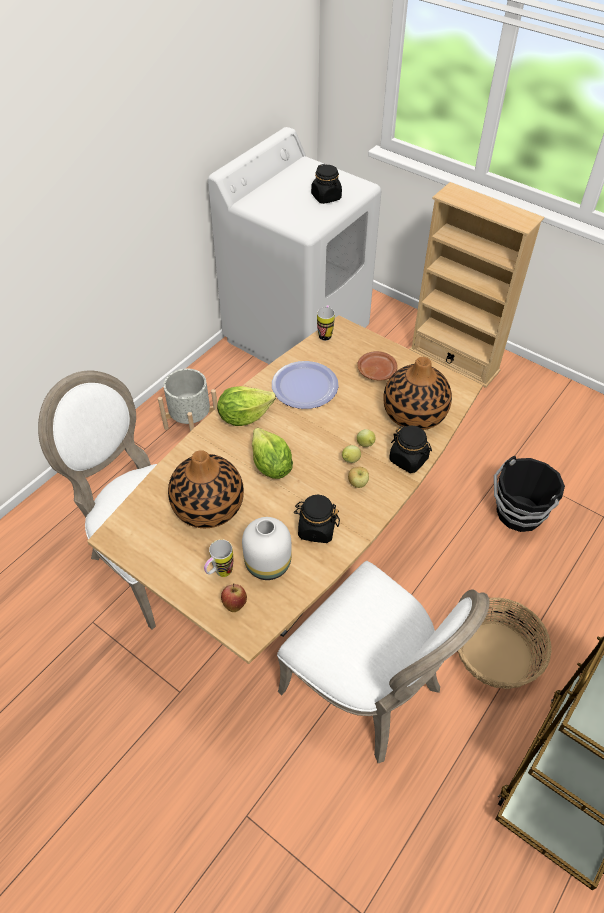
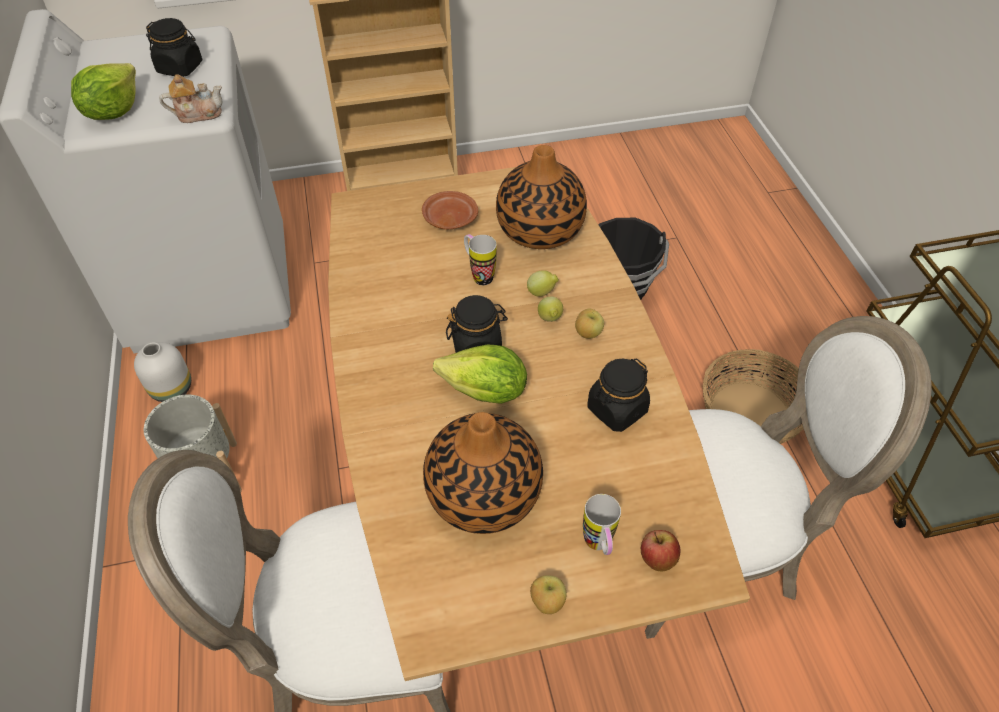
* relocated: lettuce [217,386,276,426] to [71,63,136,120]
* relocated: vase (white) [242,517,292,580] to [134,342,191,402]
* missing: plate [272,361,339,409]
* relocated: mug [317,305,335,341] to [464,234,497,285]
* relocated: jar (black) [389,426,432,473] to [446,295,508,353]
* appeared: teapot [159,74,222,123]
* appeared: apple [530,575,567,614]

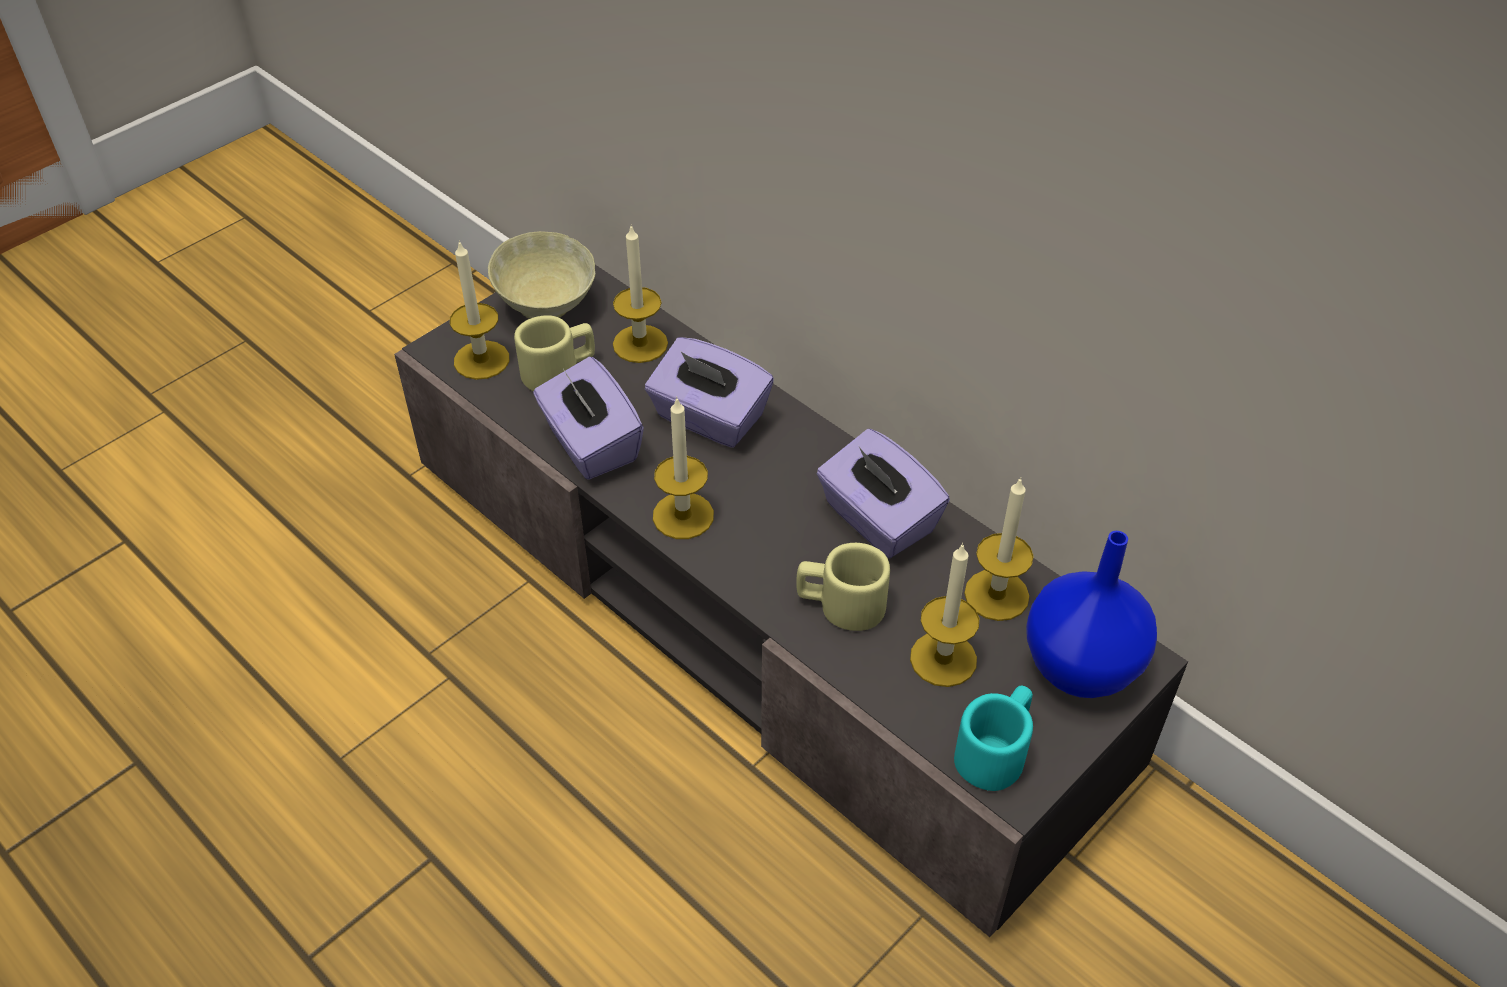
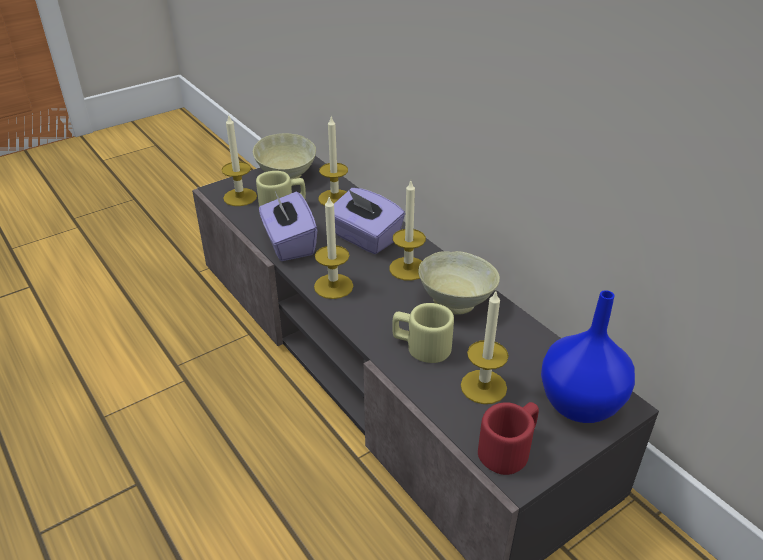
* exchanged: tissue box (purple) [816,429,950,558] to bowl (beige) [418,251,500,315]
* colour: mug (turquoise) [954,686,1033,791] to mug (red) [478,402,539,475]
* relocated: candle [964,477,1034,621] to [389,181,426,281]

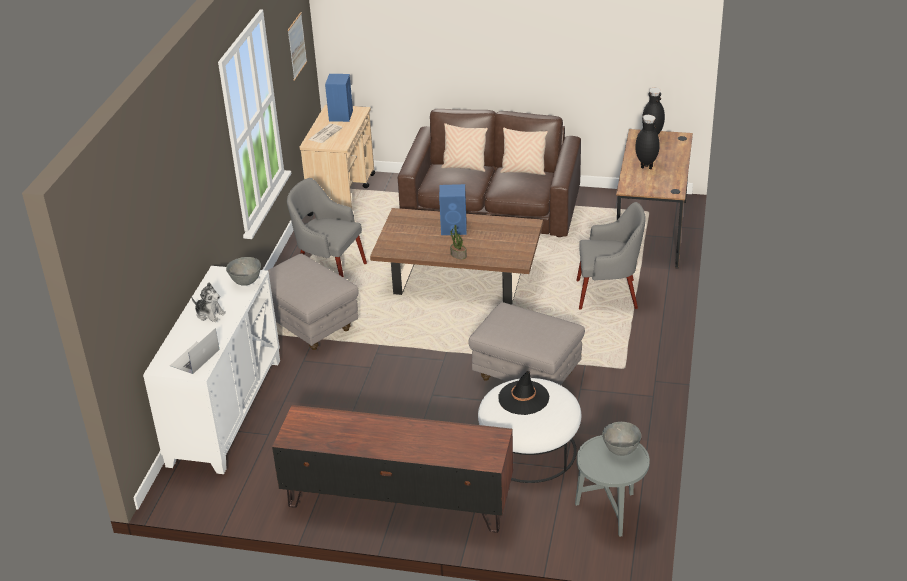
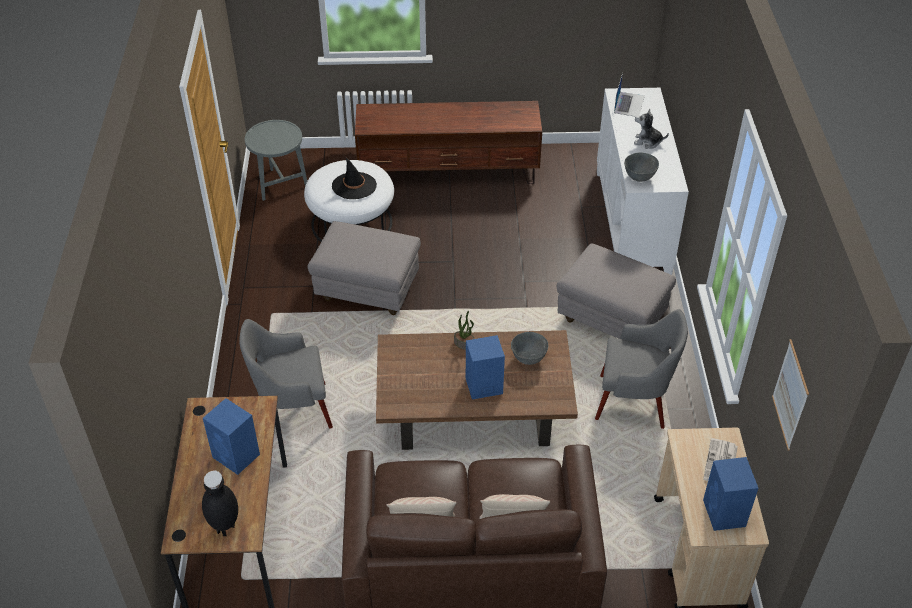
* relocated: bowl (grey) [602,422,642,456] to [511,332,548,365]
* exchanged: vase (black) [635,115,660,170] to speaker (blue) [203,398,260,475]

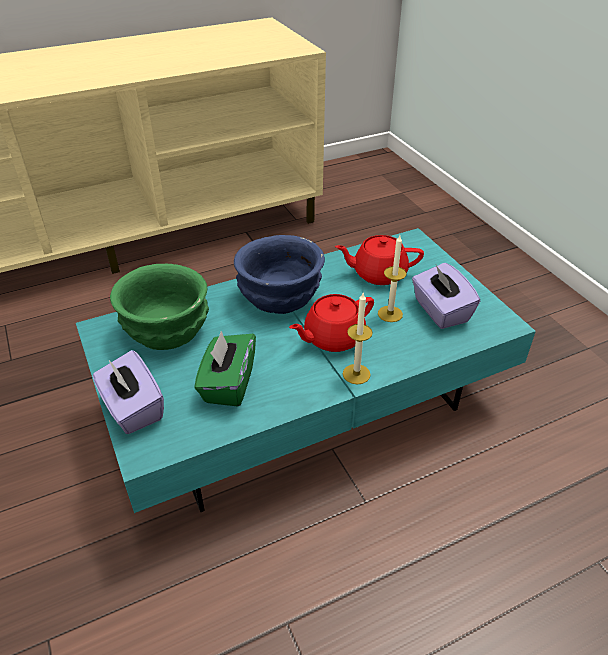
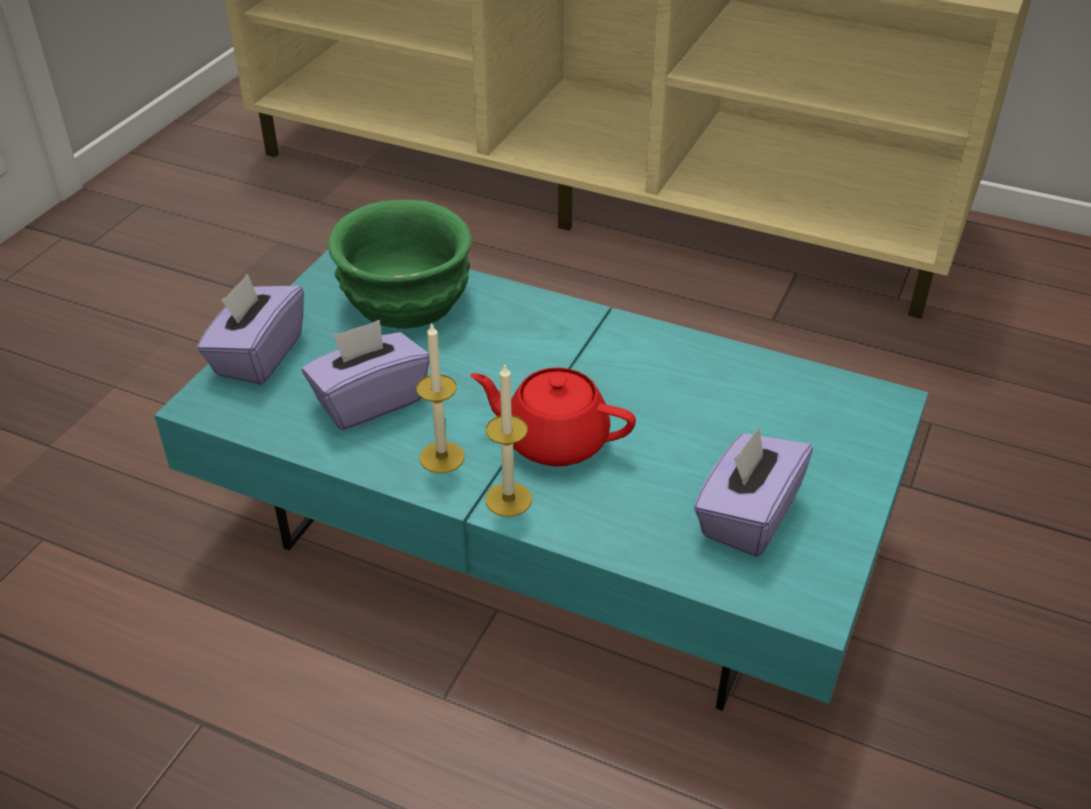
* colour: tissue box (green) [195,331,256,407] to tissue box (purple) [302,320,429,430]
* missing: bowl (blue) [234,235,325,314]
* missing: teapot (red) [335,235,424,285]
* relocated: candle [378,235,406,322] to [416,322,465,473]

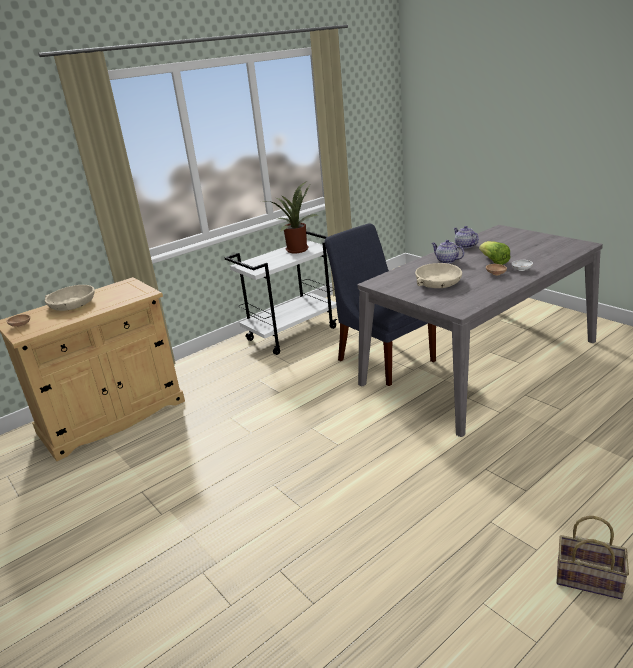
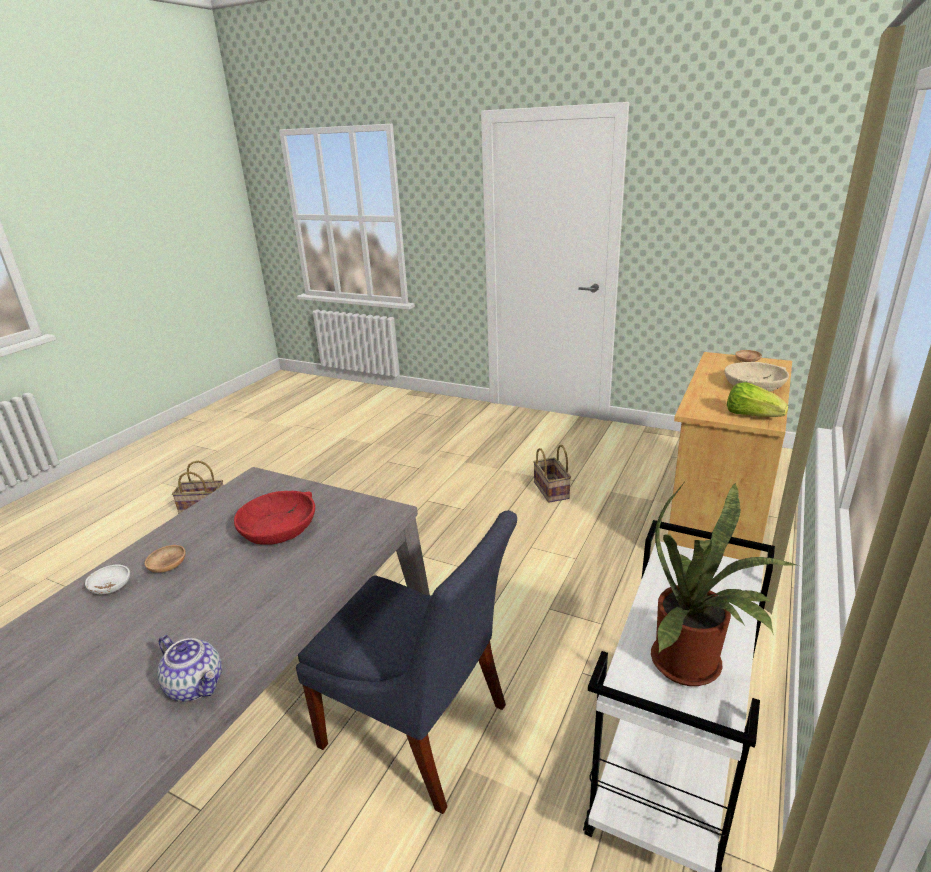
* colour: bowl (beige) [415,263,462,288] to bowl (red) [234,490,315,545]
* missing: teapot [431,240,464,264]
* relocated: lettuce [479,241,510,265] to [727,382,788,417]
* appeared: basket [533,445,571,503]

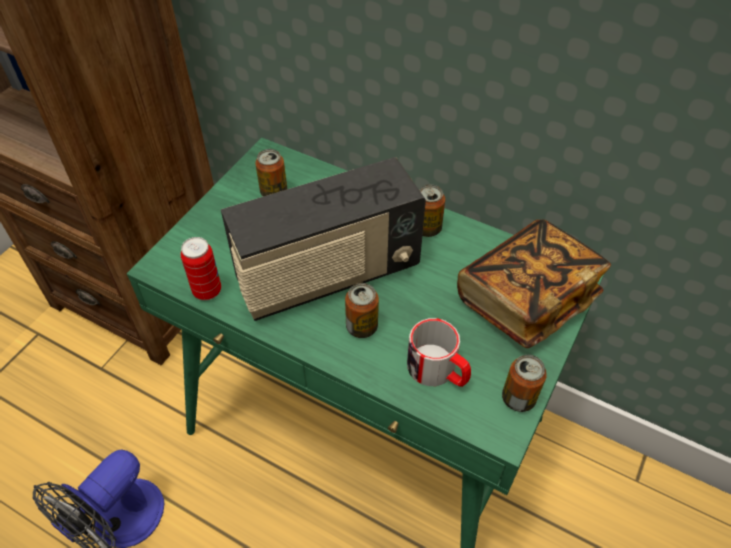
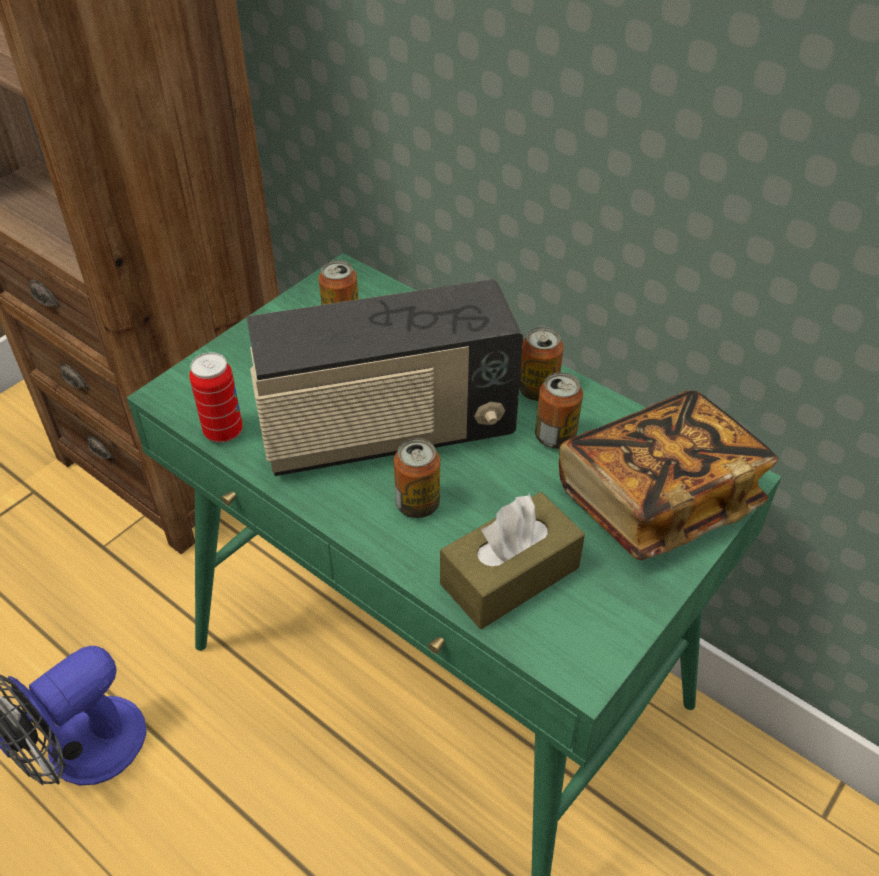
* exchanged: mug [407,318,471,387] to tissue box (brown) [440,492,585,629]
* relocated: can [502,355,547,412] to [535,372,583,449]

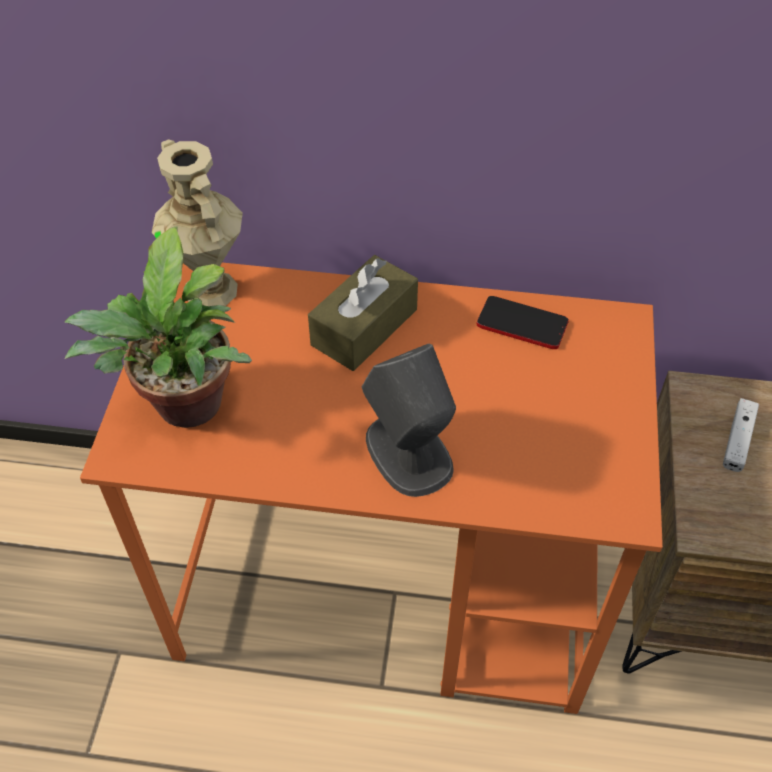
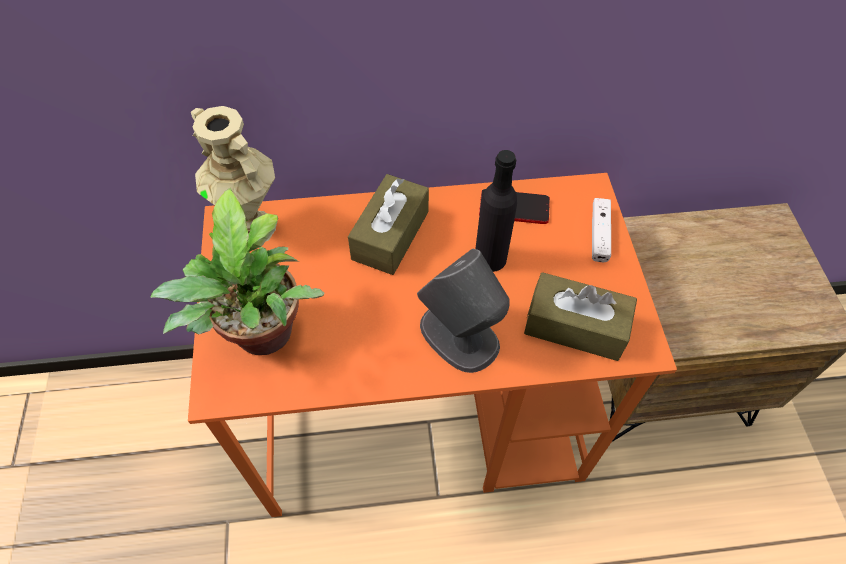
* relocated: game controller (white) [723,398,759,472] to [592,198,611,262]
* appeared: bottle (black) [475,150,517,272]
* appeared: tissue box (brown) [524,272,637,361]

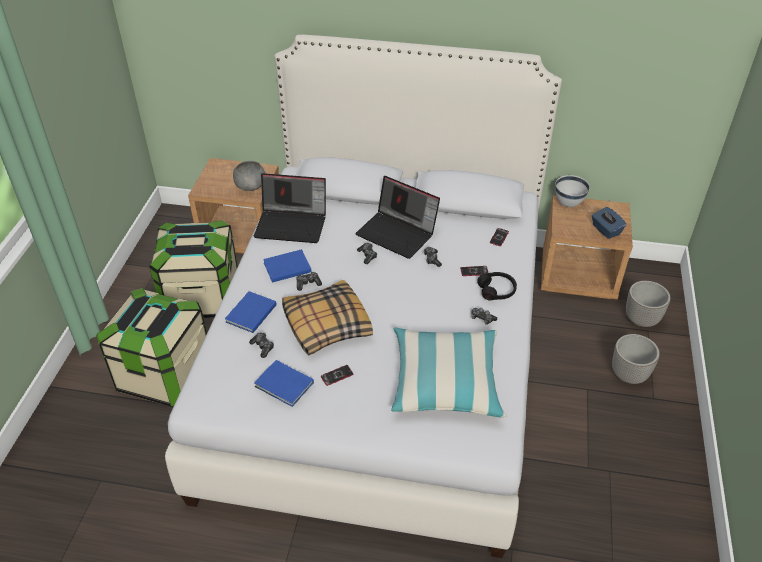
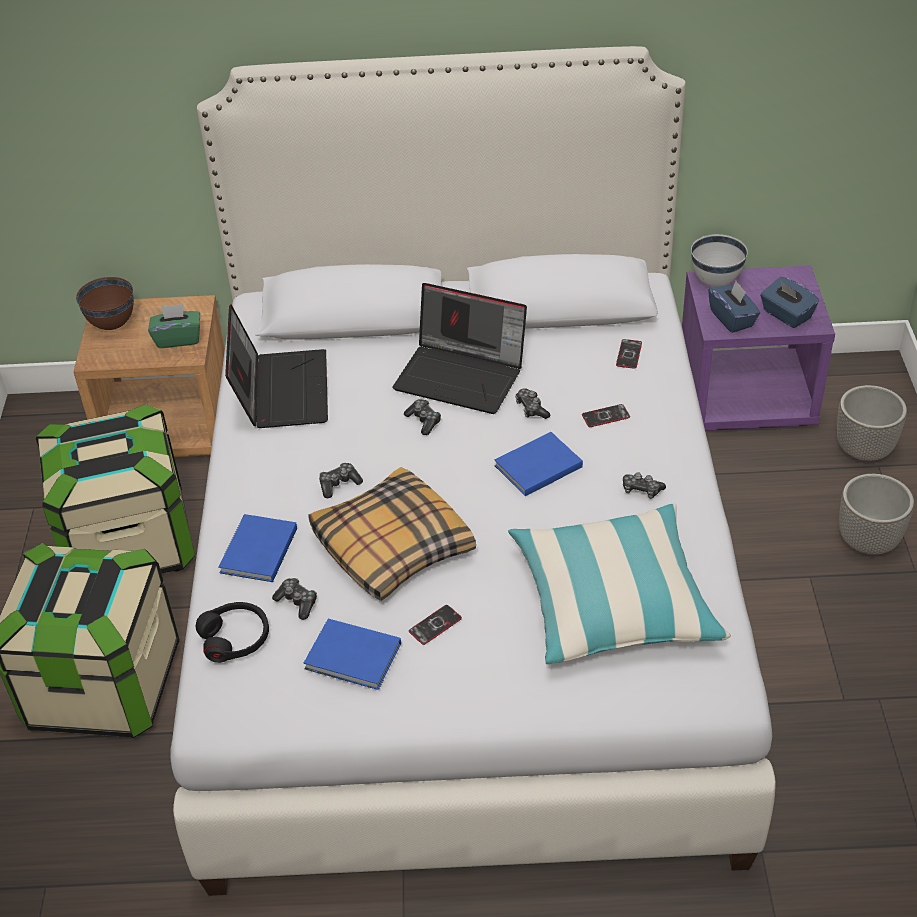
* exchanged: bowl (grey) [233,161,265,191] to tissue box (green) [148,304,200,348]
* spun: laptop [254,173,326,243] = [225,304,328,428] 90 degrees counterclockwise
* relocated: book (blue) [263,249,312,283] to [495,432,583,496]
* relocated: headphones (black) [477,272,517,300] to [196,602,269,663]
* colour: nightstand (brown) [541,195,633,299] to nightstand (purple) [682,266,835,431]
* appeared: bowl (brown) [76,277,134,330]
* appeared: tissue box (blue) [708,281,760,333]

